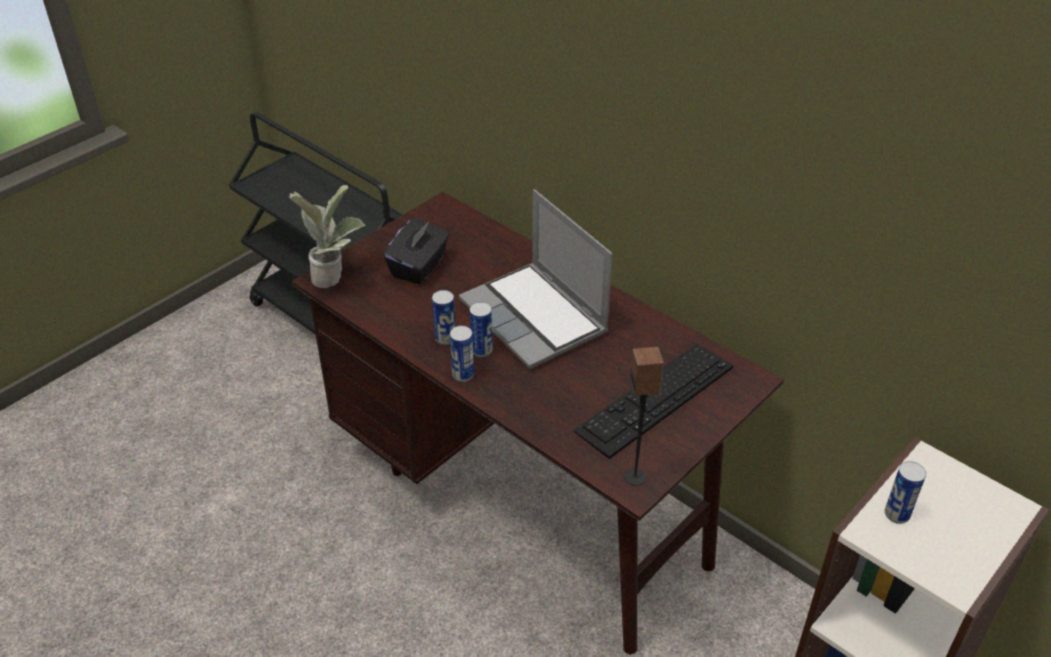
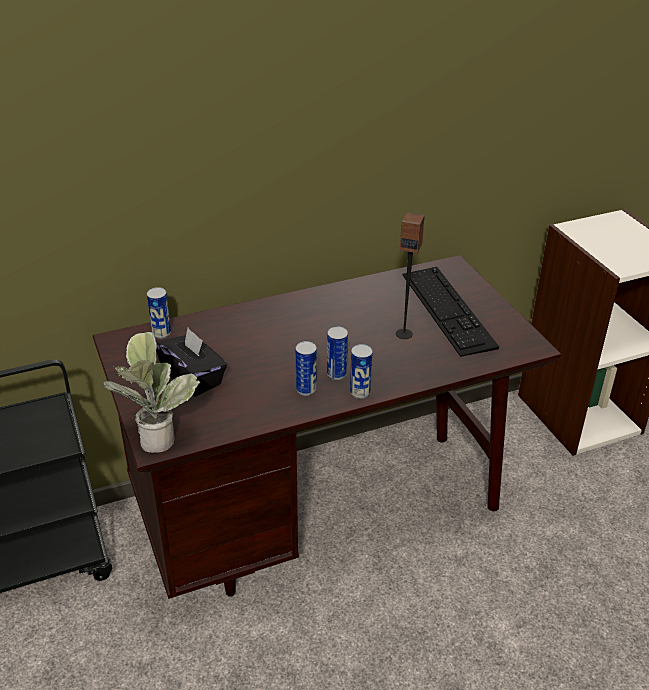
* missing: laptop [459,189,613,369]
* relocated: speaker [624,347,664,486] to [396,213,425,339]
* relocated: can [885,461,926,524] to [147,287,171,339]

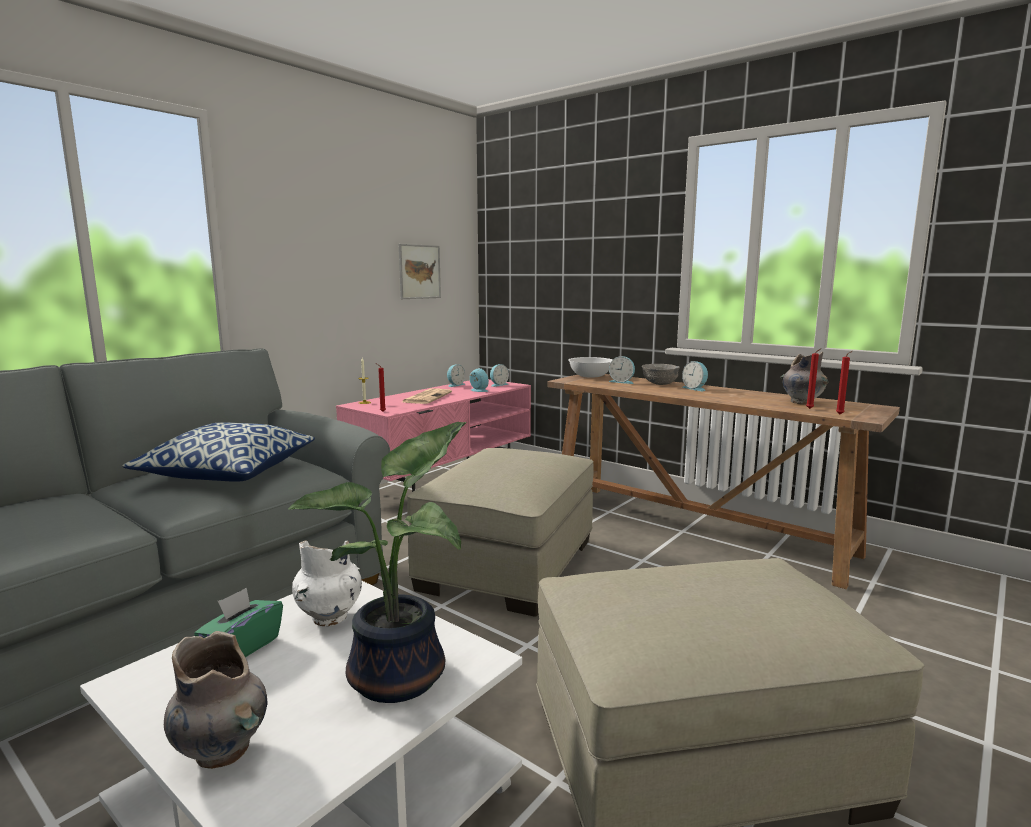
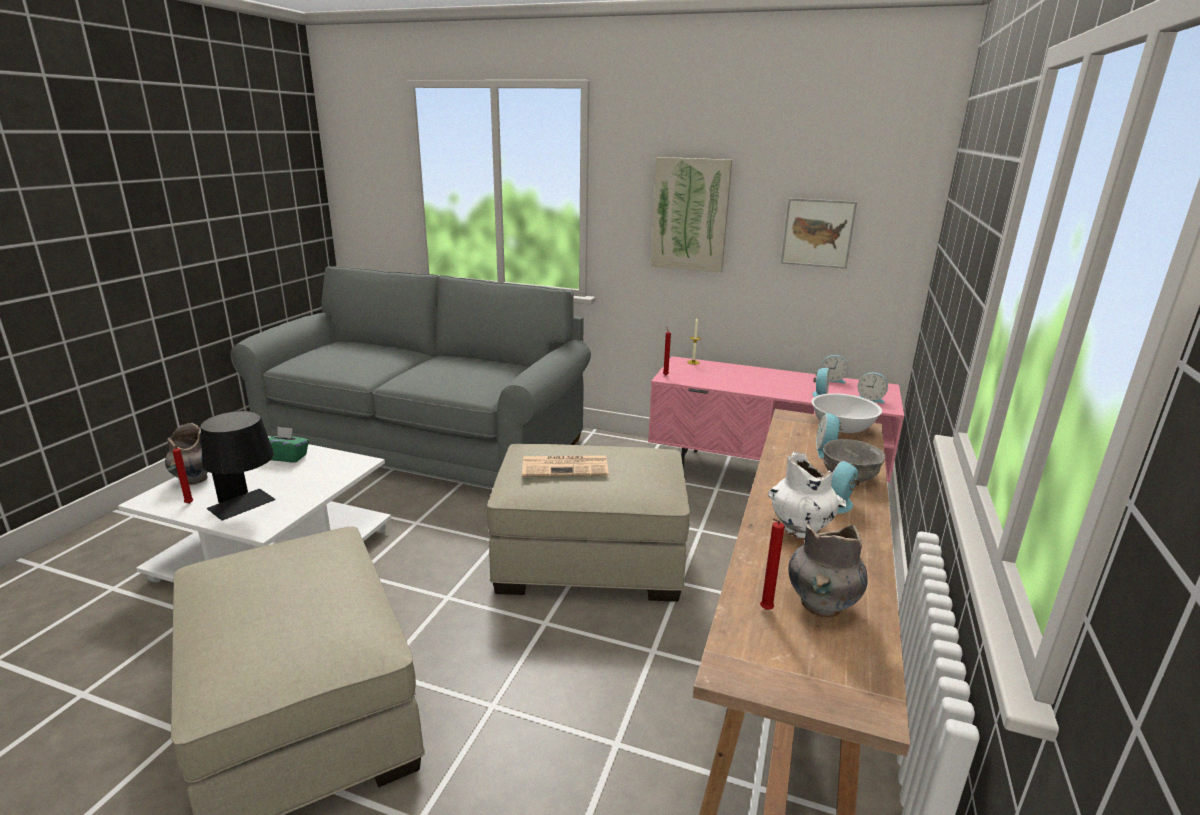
* missing: pillow [122,422,315,482]
* exchanged: potted plant [288,422,467,703] to table lamp (black) [200,411,275,521]
* relocated: vase (white) [292,540,362,626] to [768,452,846,538]
* relocated: newspaper [402,389,452,404] to [522,455,609,477]
* relocated: candle (red) [836,351,852,414] to [172,446,194,504]
* appeared: picture [651,157,732,272]

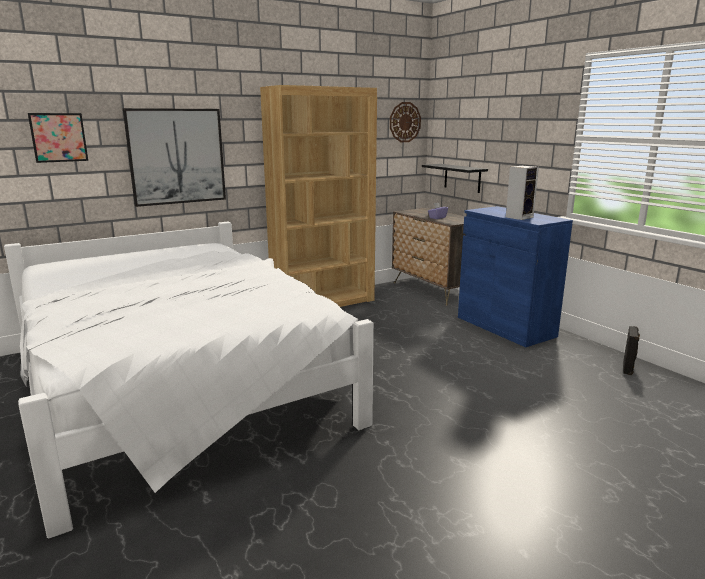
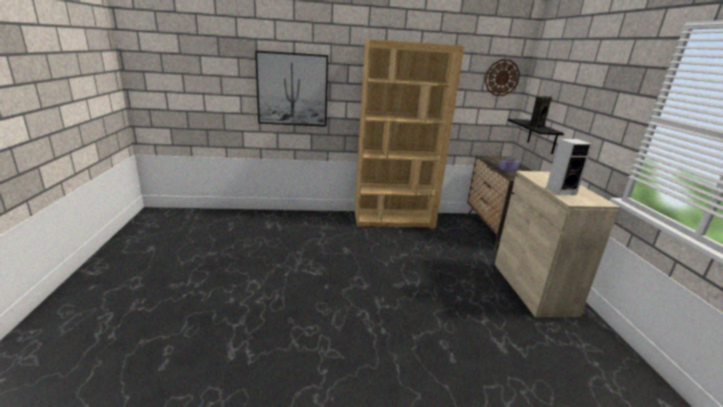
* missing: bed (white) [4,222,374,538]
* missing: picture [28,113,88,163]
* colour: cabinet (blue) [458,206,573,347] to cabinet (beige) [495,171,620,317]
* relocated: speaker (black) [623,326,640,375] to [530,96,552,128]

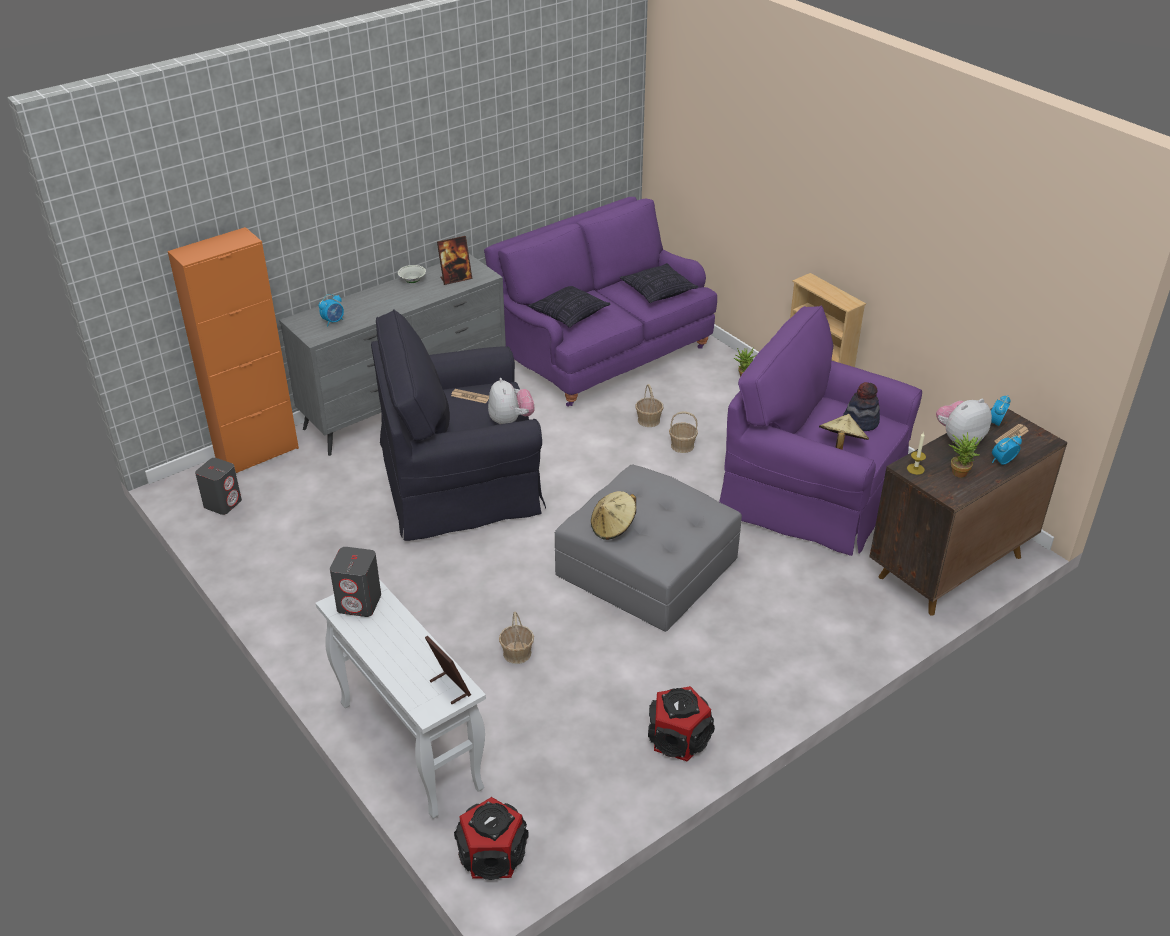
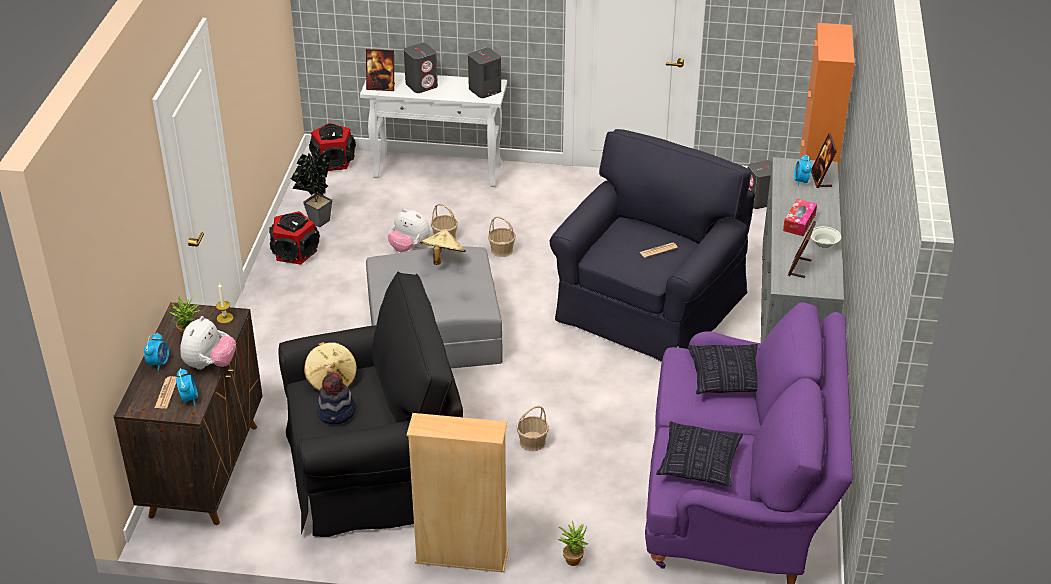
* relocated: plush toy [488,378,535,424] to [388,209,430,252]
* relocated: basket [635,384,663,427] to [488,216,516,257]
* colour: armchair (purple) [719,306,922,556] to armchair (black) [279,271,463,537]
* appeared: potted plant [291,152,332,227]
* appeared: speaker (grey) [404,43,438,93]
* appeared: tissue box [783,199,817,236]
* appeared: picture frame [811,133,837,188]

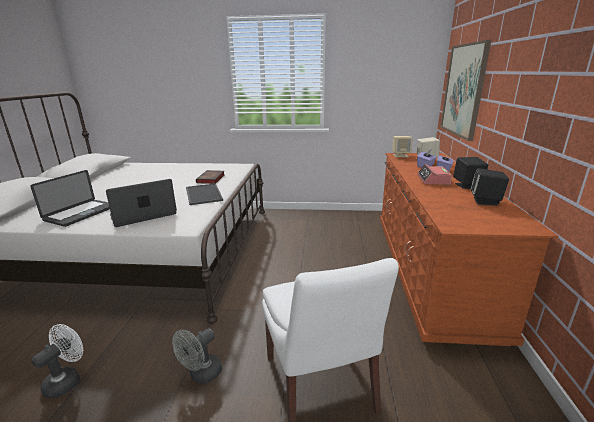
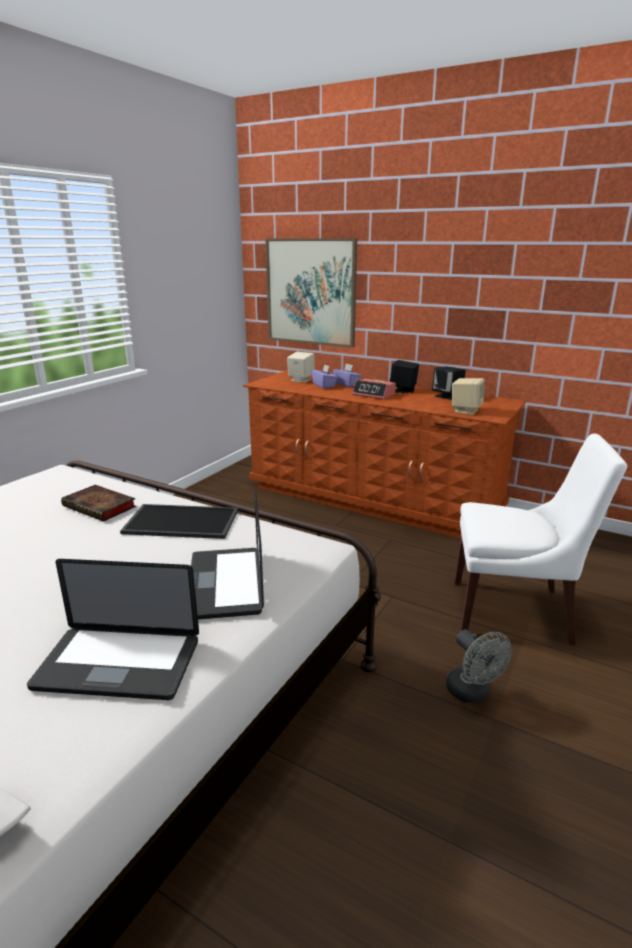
* spun: laptop [30,170,110,227] = [27,559,199,700] 135 degrees clockwise
* missing: fan (white) [32,324,83,399]
* relocated: speaker (beige) [392,136,413,157] to [452,378,484,415]

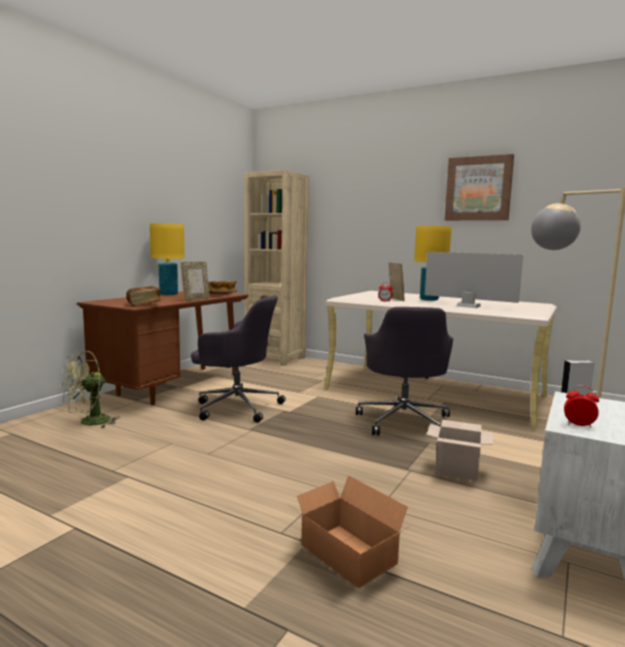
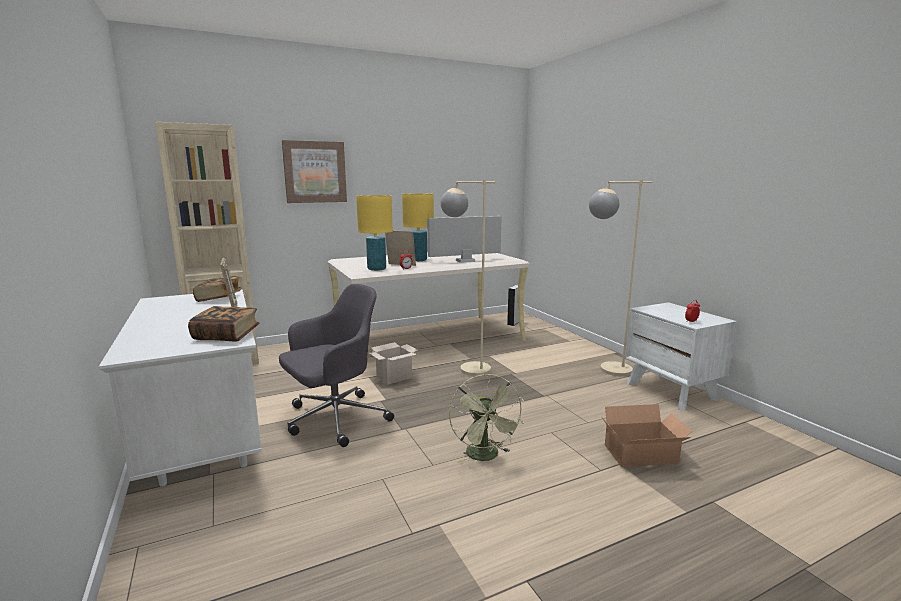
* relocated: fan (green) [60,351,120,428] to [449,374,524,463]
* colour: desk (brown) [77,291,249,405] to desk (white) [99,289,262,487]
* relocated: table lamp (yellow) [150,223,185,295] to [356,195,392,271]
* exchanged: office chair (grey) [356,307,453,435] to floor lamp (beige) [440,180,496,376]
* relocated: cardboard box [427,420,493,481] to [369,342,418,385]
* relocated: picture [445,154,514,220] to [282,140,347,203]

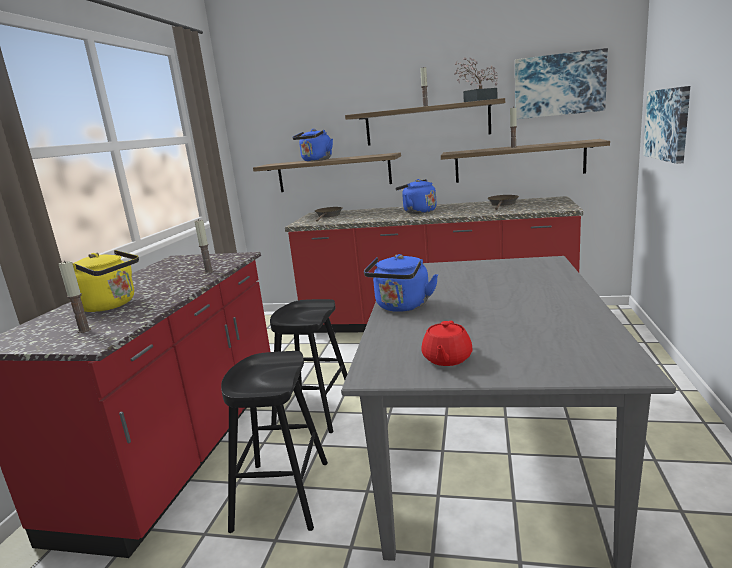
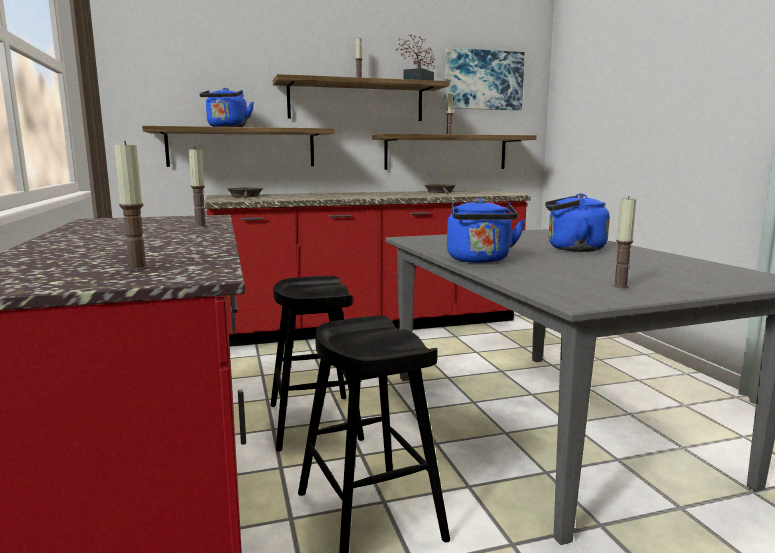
* missing: kettle (yellow) [72,250,139,312]
* relocated: kettle (blue) [395,179,436,214] to [545,194,610,252]
* exchanged: teapot (red) [421,321,472,366] to candle [612,196,636,288]
* missing: picture [643,86,690,164]

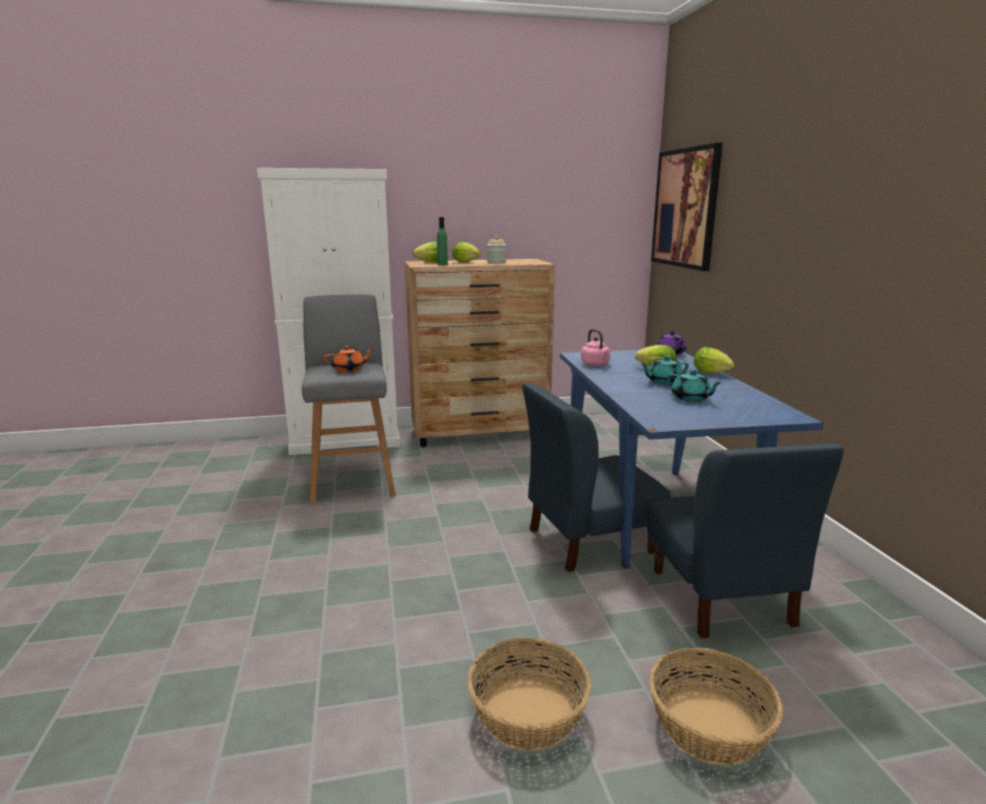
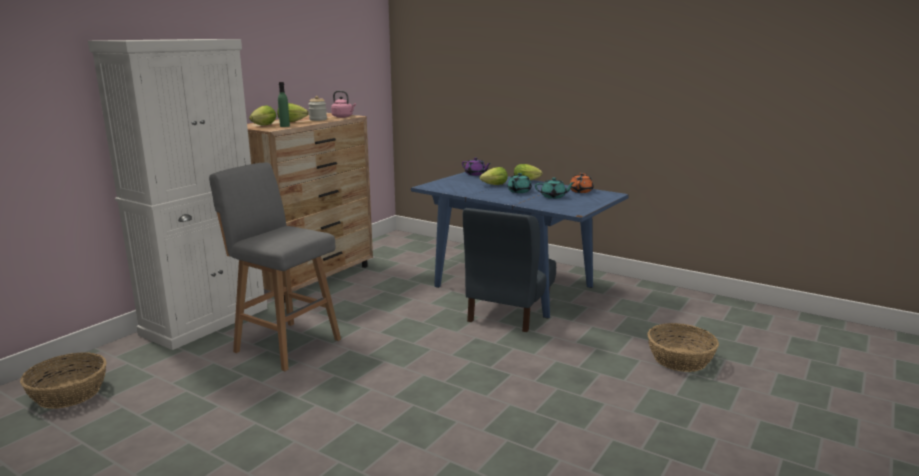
* relocated: teapot (orange) [324,345,373,372] to [570,173,594,193]
* relocated: basket [468,638,591,751] to [20,352,106,409]
* relocated: kettle (pink) [581,329,610,366] to [331,91,356,118]
* missing: chair (blue) [647,443,844,638]
* missing: picture [651,143,723,271]

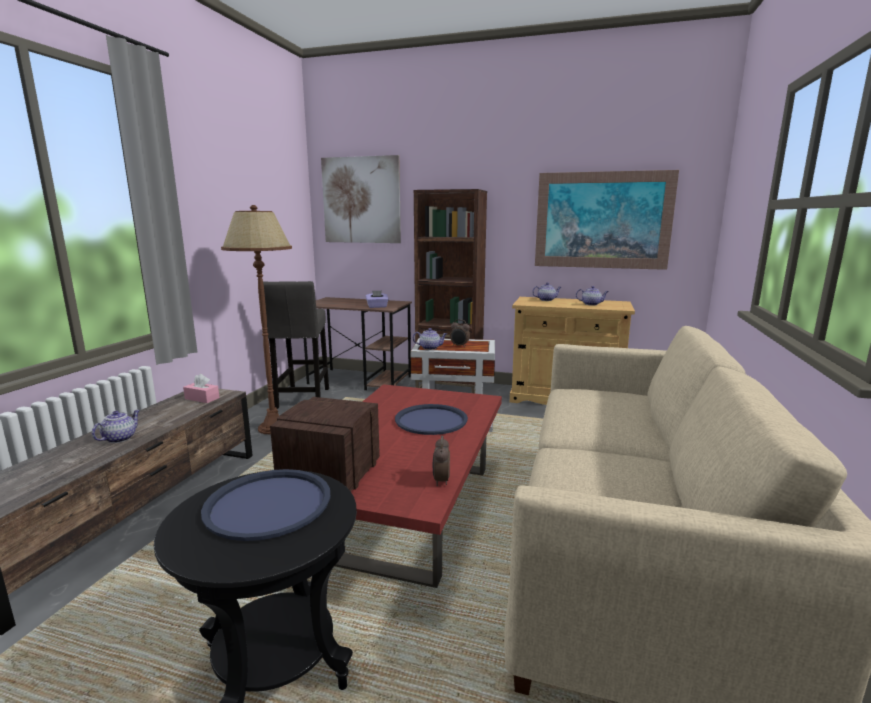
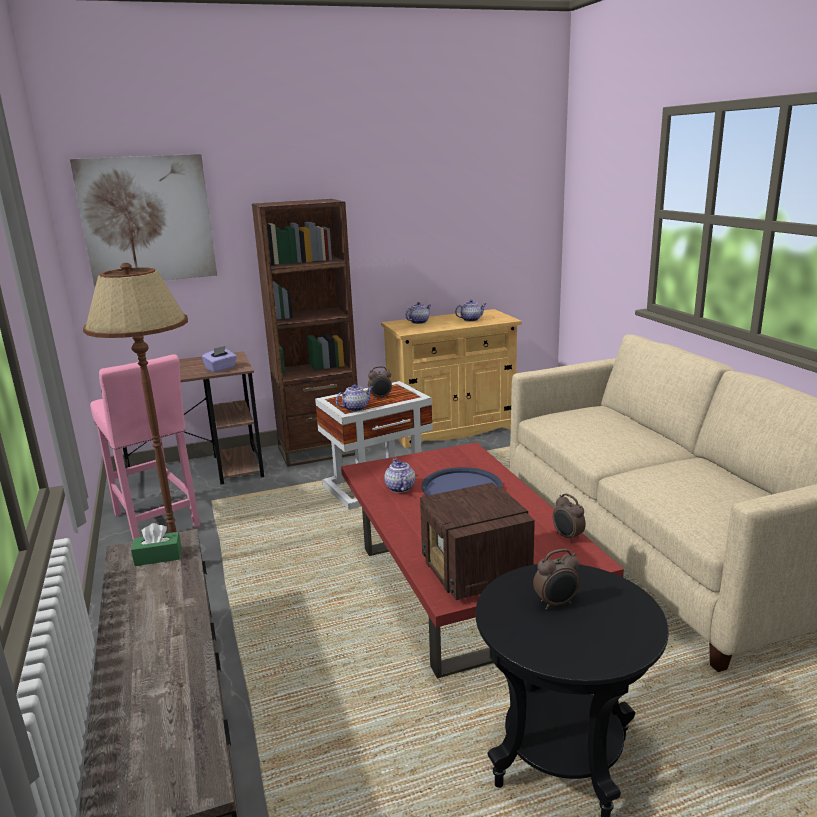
* relocated: teapot [92,410,140,443] to [384,458,415,493]
* colour: tissue box (pink) [183,374,220,403] to tissue box (green) [131,523,181,566]
* exchanged: tray (blue) [201,469,330,541] to alarm clock [533,549,580,610]
* colour: stool (grey) [263,281,329,409] to stool (pink) [90,354,200,540]
* missing: picture [535,170,679,270]

